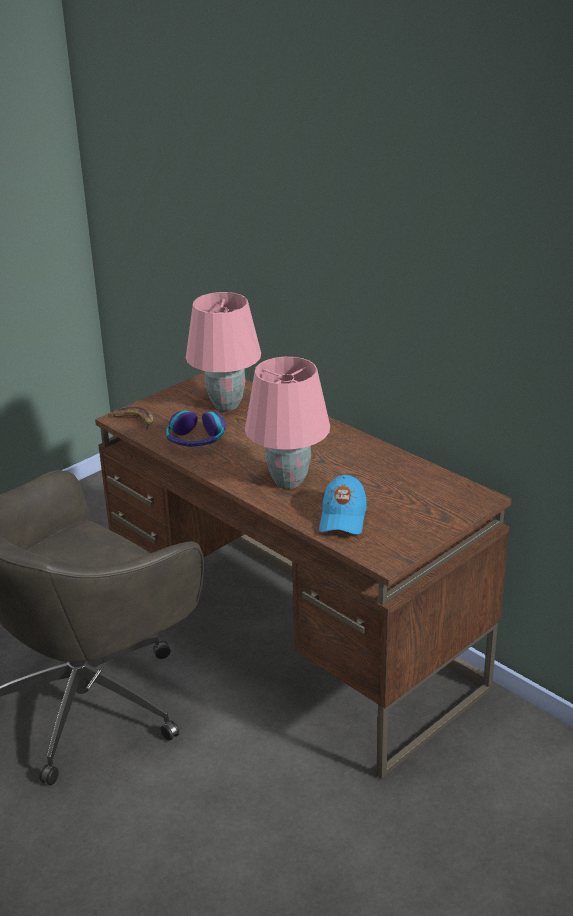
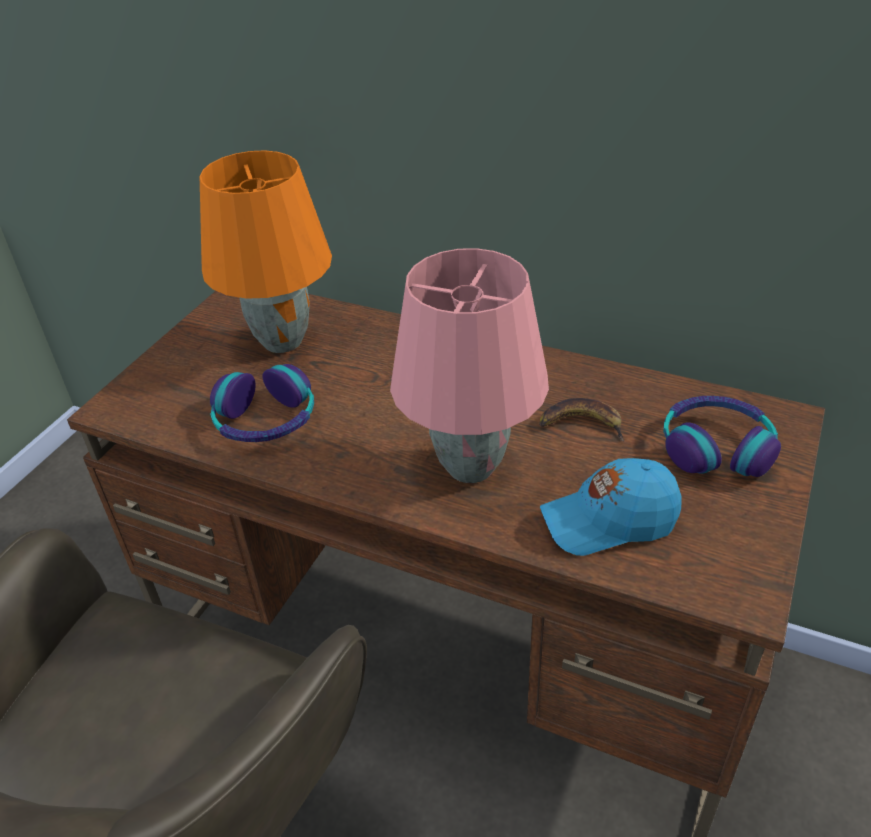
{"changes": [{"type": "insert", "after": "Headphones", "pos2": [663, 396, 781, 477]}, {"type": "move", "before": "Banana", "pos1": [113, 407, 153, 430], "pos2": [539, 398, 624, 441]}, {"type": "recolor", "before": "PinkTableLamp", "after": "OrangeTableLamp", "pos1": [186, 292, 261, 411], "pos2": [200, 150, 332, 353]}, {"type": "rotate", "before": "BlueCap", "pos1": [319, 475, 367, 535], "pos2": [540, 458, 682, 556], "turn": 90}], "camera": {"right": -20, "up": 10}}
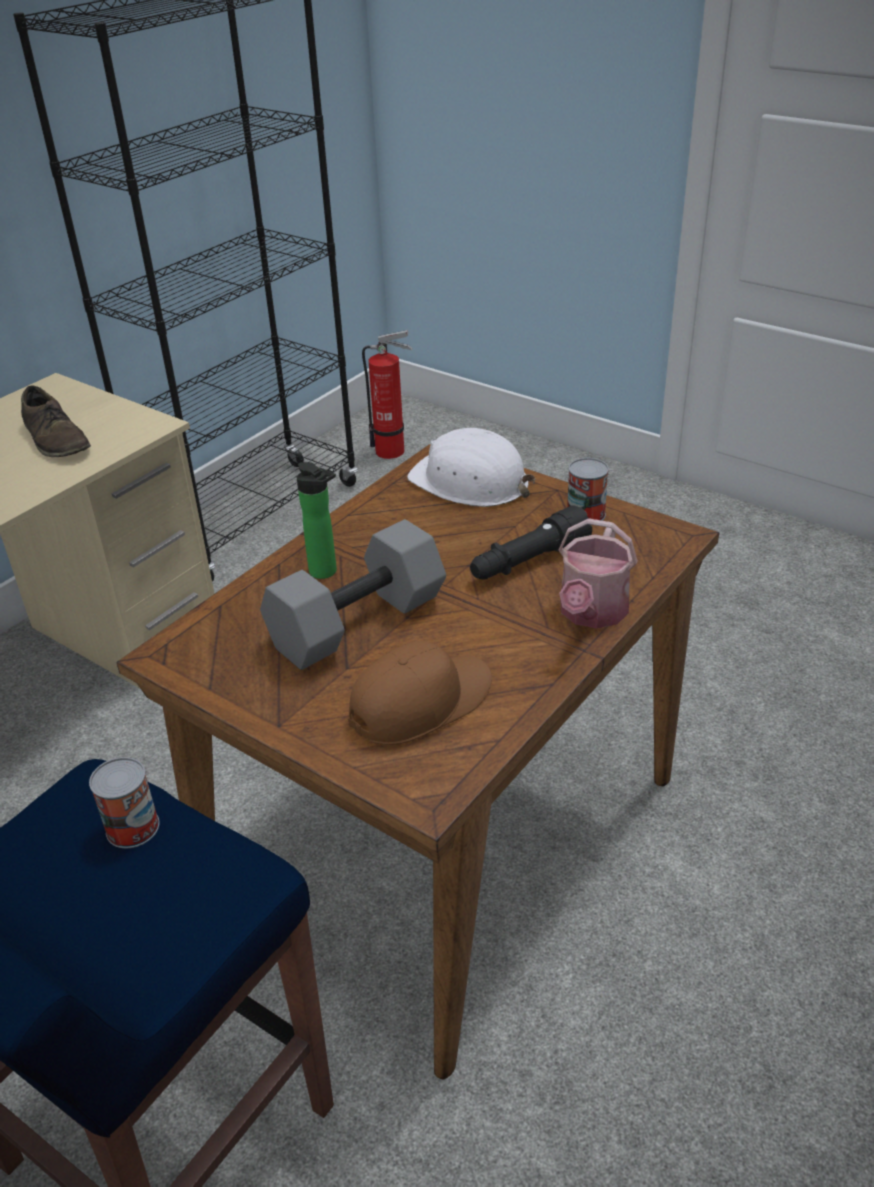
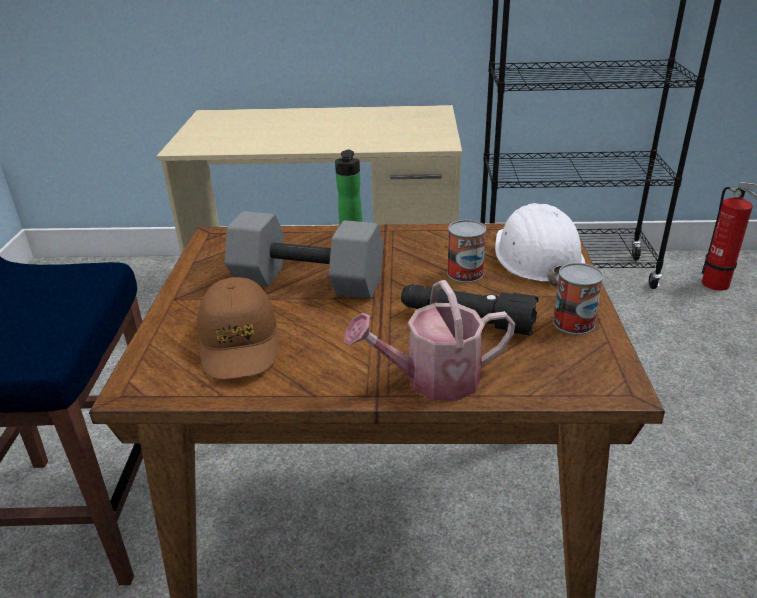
{"changes": [{"type": "delete", "before": "BrownShoe", "pos1": [21, 385, 91, 457]}, {"type": "move", "before": "Can", "pos1": [89, 757, 160, 848], "pos2": [447, 220, 486, 283]}, {"type": "rotate", "before": "BrownCap", "pos1": [348, 641, 492, 745], "pos2": [197, 277, 278, 380], "turn": 60}], "camera": {"right": 55, "up": -5}}
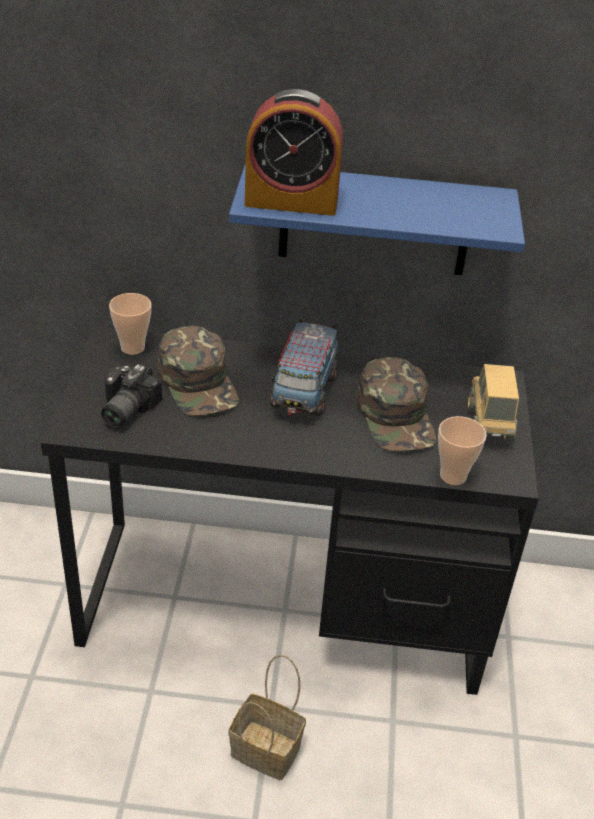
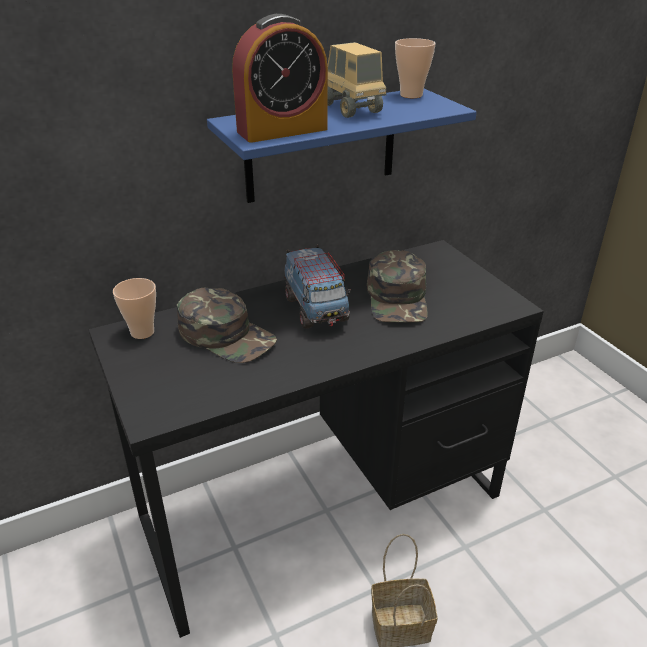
{"changes": [{"type": "delete", "before": "PhotoCamera", "pos1": [101, 364, 162, 428]}, {"type": "move", "before": "Cup", "pos1": [438, 416, 487, 485], "pos2": [395, 38, 436, 98]}, {"type": "move", "before": "ToyTruck", "pos1": [468, 364, 519, 444], "pos2": [327, 42, 387, 118]}, {"type": "rotate", "before": "GreenCap", "pos1": [357, 357, 436, 451], "pos2": [367, 250, 428, 322], "turn": 45}], "camera": {"right": -30, "up": -5}}
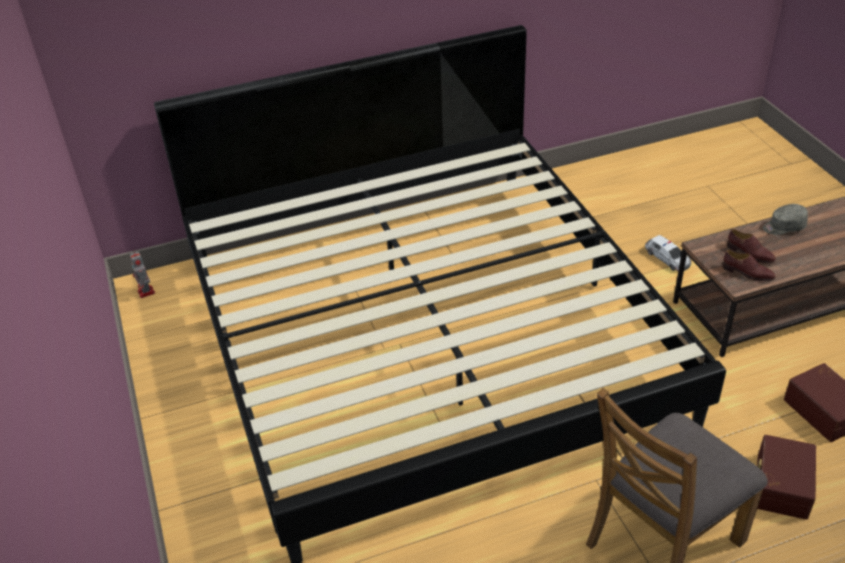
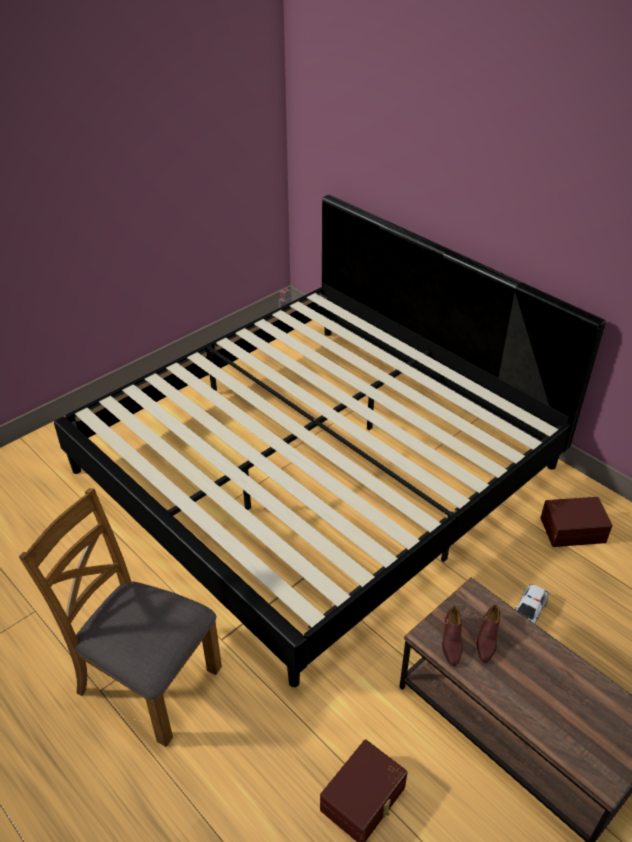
{"changes": [{"type": "delete", "before": "GreyCap", "pos1": [763, 204, 808, 235]}, {"type": "move", "before": "BrownStorageBox", "pos1": [757, 435, 816, 520], "pos2": [541, 496, 613, 547]}], "camera": {"right": 65, "up": 0}}
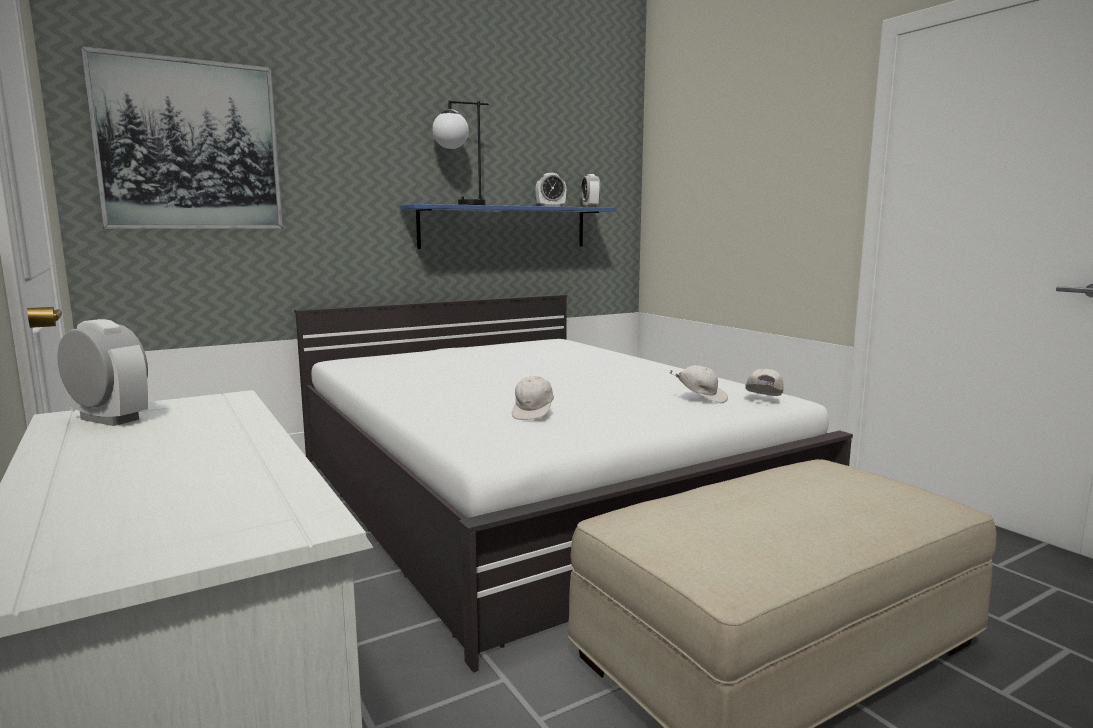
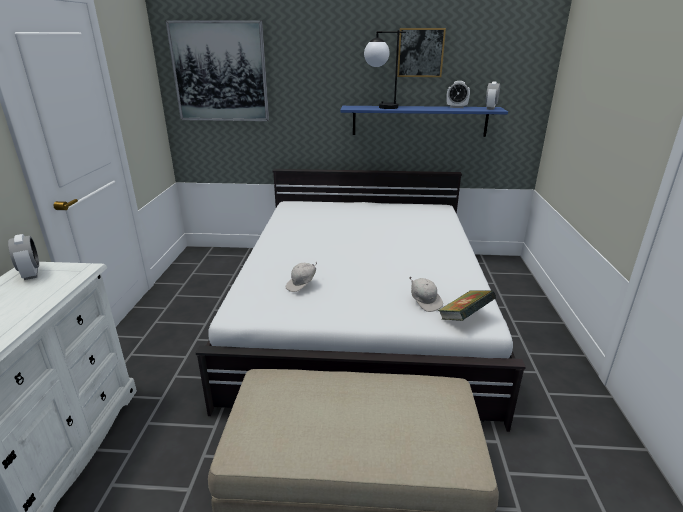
{"changes": [{"type": "insert", "after": "Picture", "pos2": [397, 28, 446, 77]}, {"type": "replace", "before": "WhiteCap", "after": "Book", "pos1": [745, 369, 784, 396], "pos2": [438, 291, 496, 321]}], "camera": {"right": 35, "up": 15}}
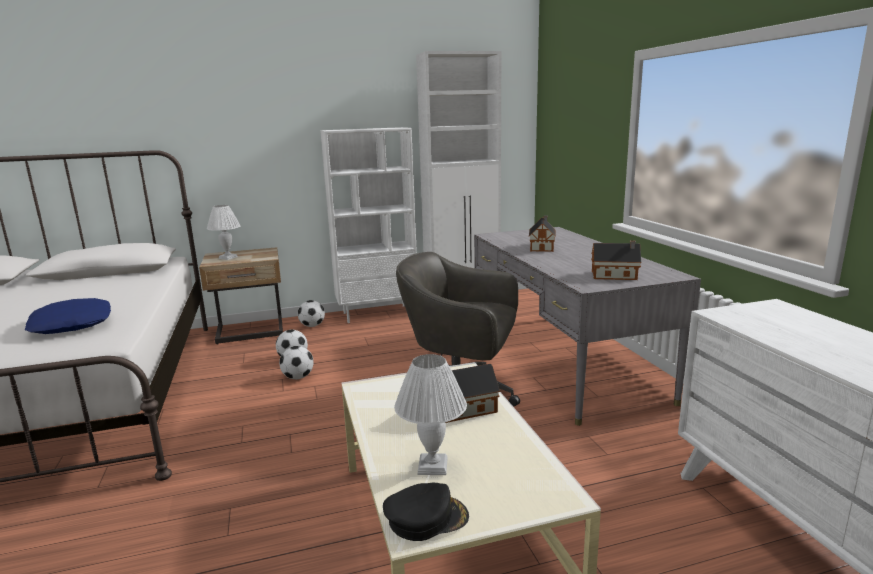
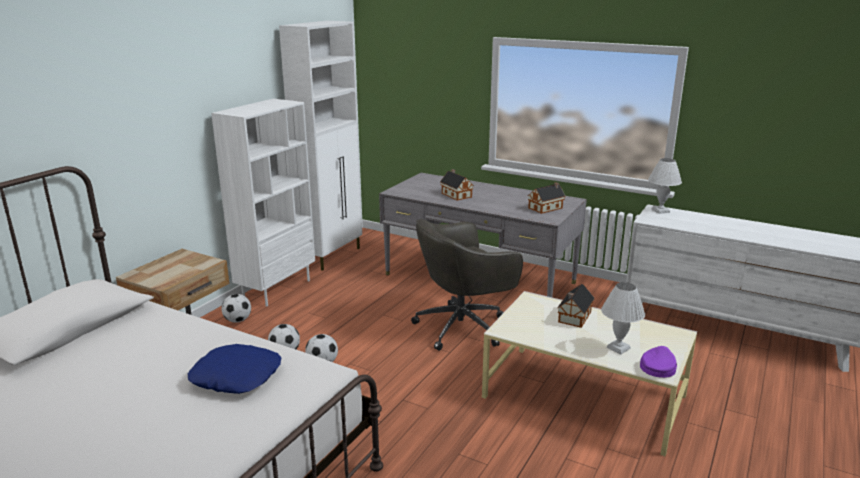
{"changes": [{"type": "move", "before": "WhiteTableLamp", "pos1": [207, 205, 241, 260], "pos2": [648, 158, 682, 214]}, {"type": "recolor", "before": "BlackCap", "after": "PurpleCap", "pos1": [383, 483, 469, 541], "pos2": [640, 346, 677, 378]}], "camera": {"right": -45, "up": 5}}
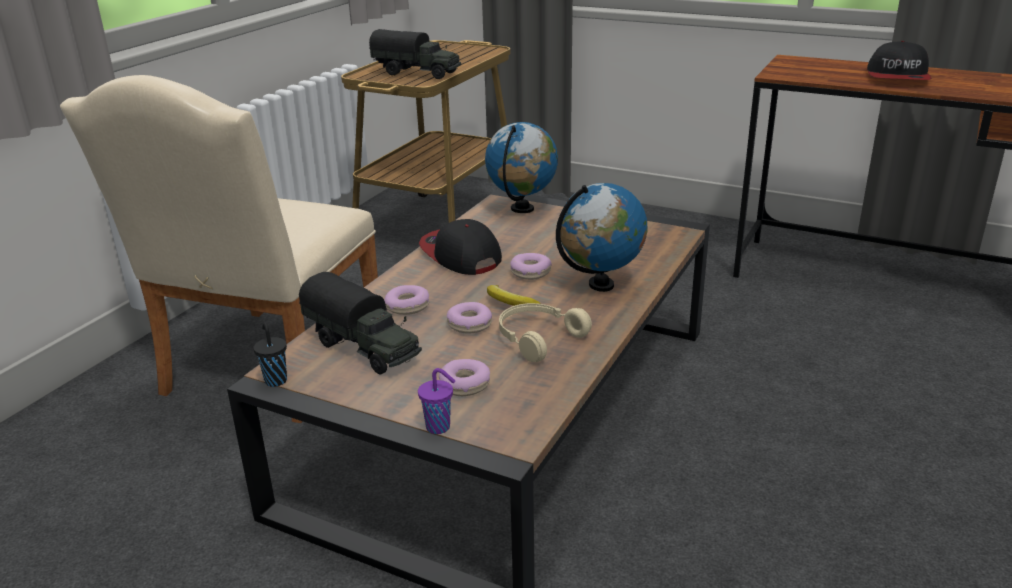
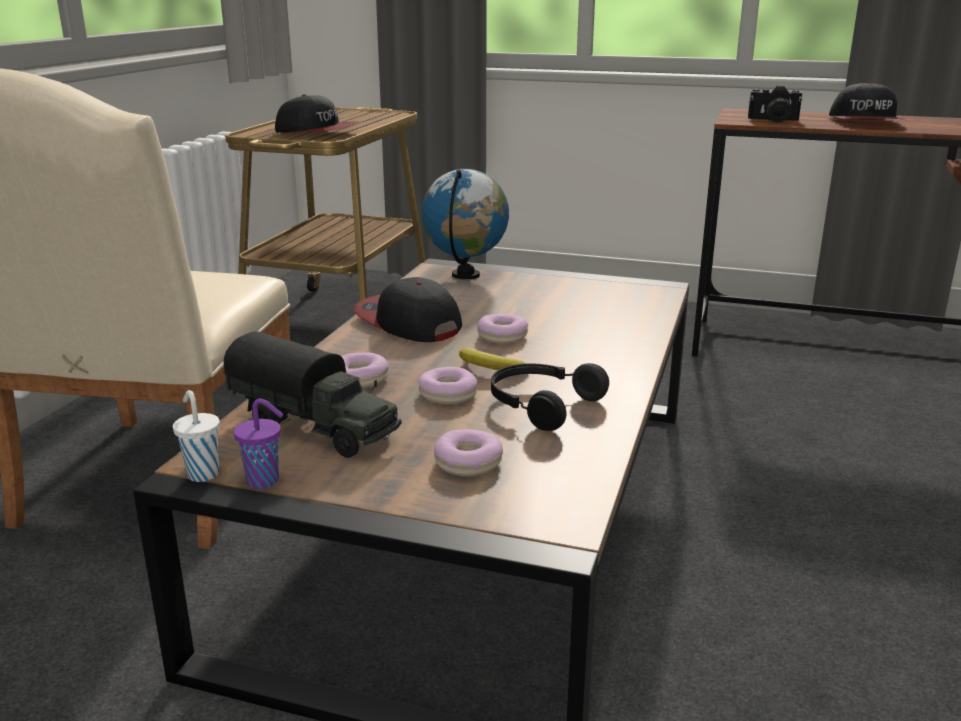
{"changes": [{"type": "delete", "before": "Globe", "pos1": [556, 183, 647, 292]}, {"type": "insert", "after": "PhotoCamera", "pos2": [748, 85, 802, 123]}, {"type": "move", "before": "PurpleCup", "pos1": [418, 368, 455, 434], "pos2": [234, 399, 283, 489]}, {"type": "replace", "before": "ToyTruck", "after": "Cap", "pos1": [369, 29, 461, 79], "pos2": [275, 94, 361, 133]}, {"type": "recolor", "before": "BlackCup", "after": "WhiteCup", "pos1": [253, 322, 287, 387], "pos2": [173, 390, 220, 482]}, {"type": "recolor", "before": "BeigeHeadphones", "after": "BlackHeadphones", "pos1": [499, 303, 592, 362], "pos2": [491, 363, 609, 431]}], "camera": {"right": -10, "up": -5}}
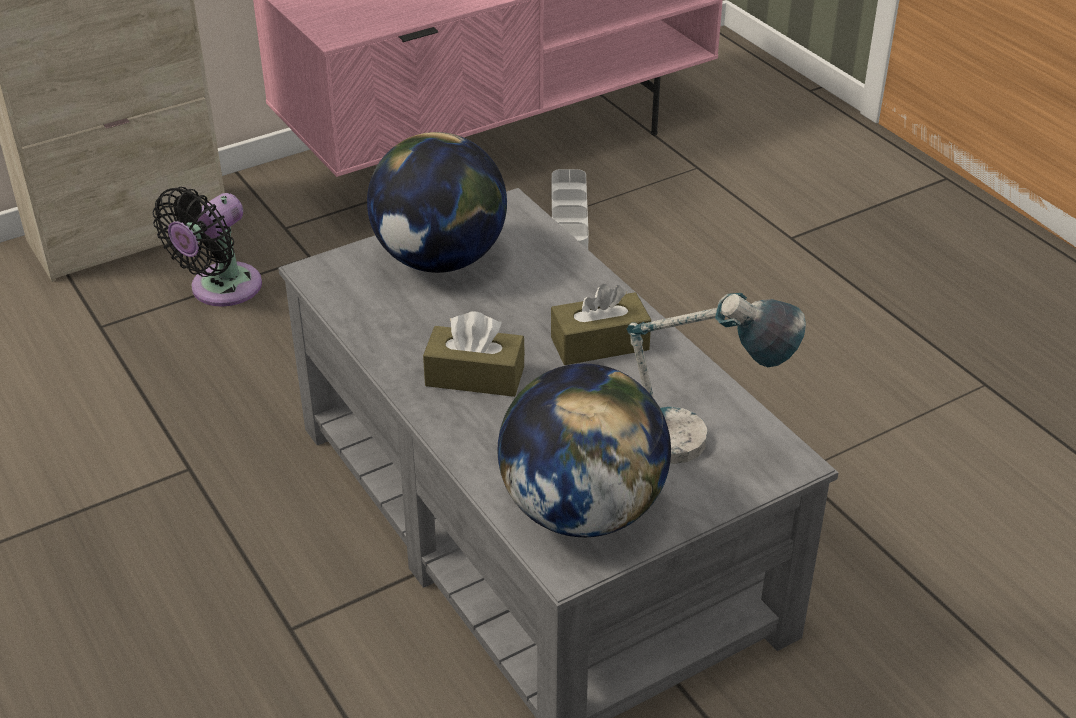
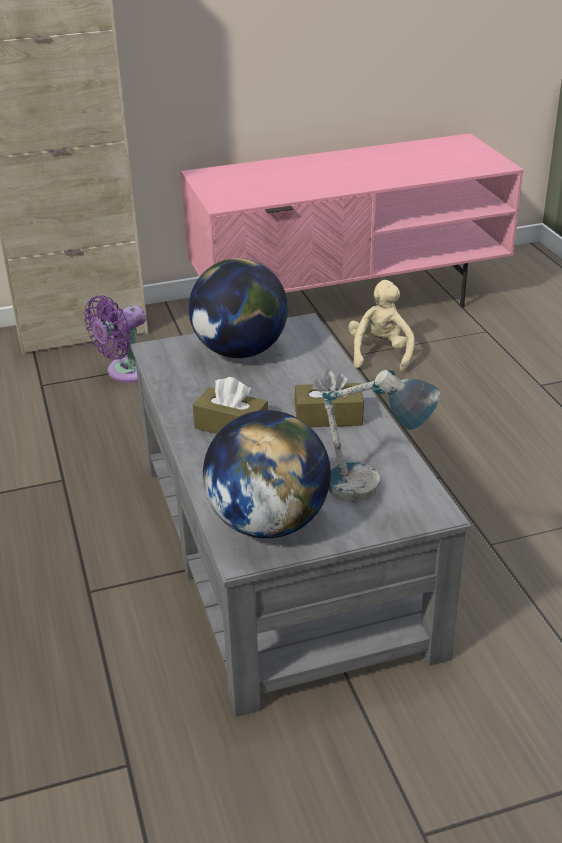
{"changes": [{"type": "replace", "before": "GreyTray", "after": "BeigePlushToy", "pos1": [552, 169, 589, 249], "pos2": [348, 280, 415, 372]}, {"type": "recolor", "before": "BlackFan", "after": "PurpleFan", "pos1": [153, 187, 262, 307], "pos2": [84, 295, 146, 383]}], "camera": {"right": 15, "up": -5}}
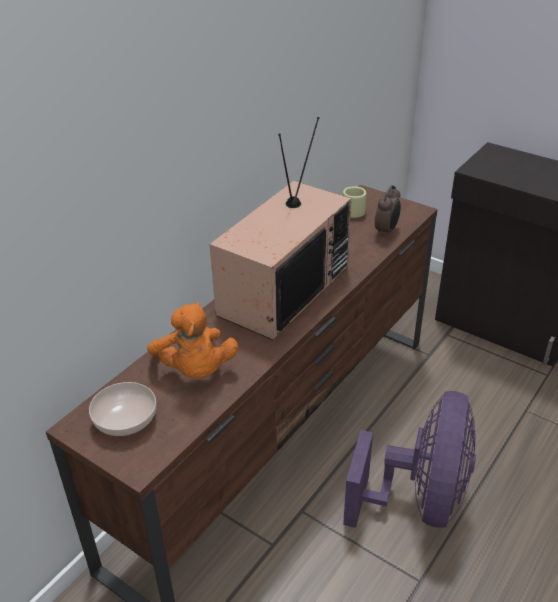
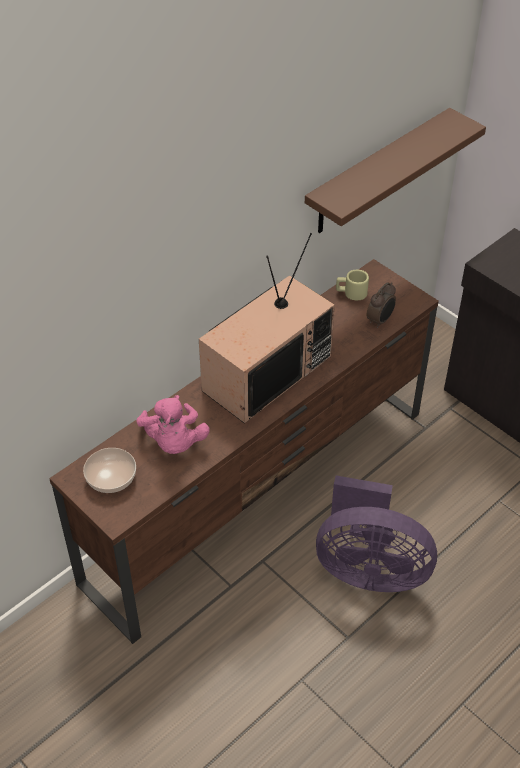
{"changes": [{"type": "insert", "after": "BrownShelf", "pos2": [305, 108, 486, 233]}, {"type": "recolor", "before": "OrangePlushToy", "after": "PinkPlushToy", "pos1": [147, 302, 238, 379], "pos2": [136, 395, 210, 454]}, {"type": "rotate", "before": "PurpleFan", "pos1": [343, 391, 476, 528], "pos2": [316, 475, 437, 592], "turn": 75}], "camera": {"right": 10, "up": 10}}
